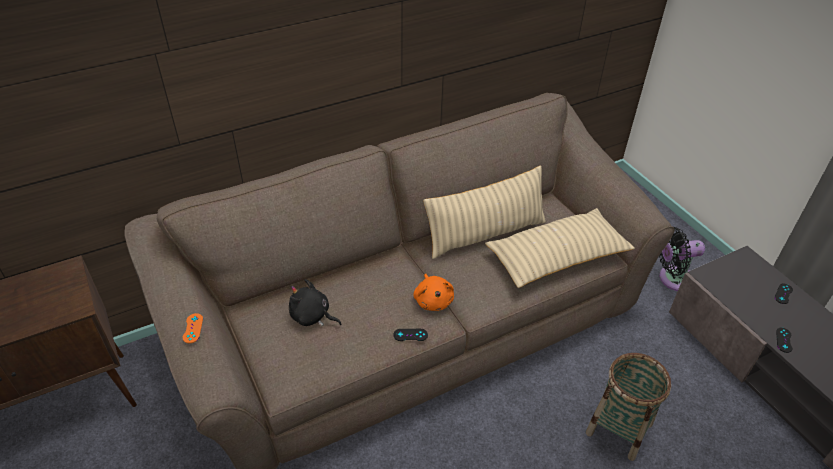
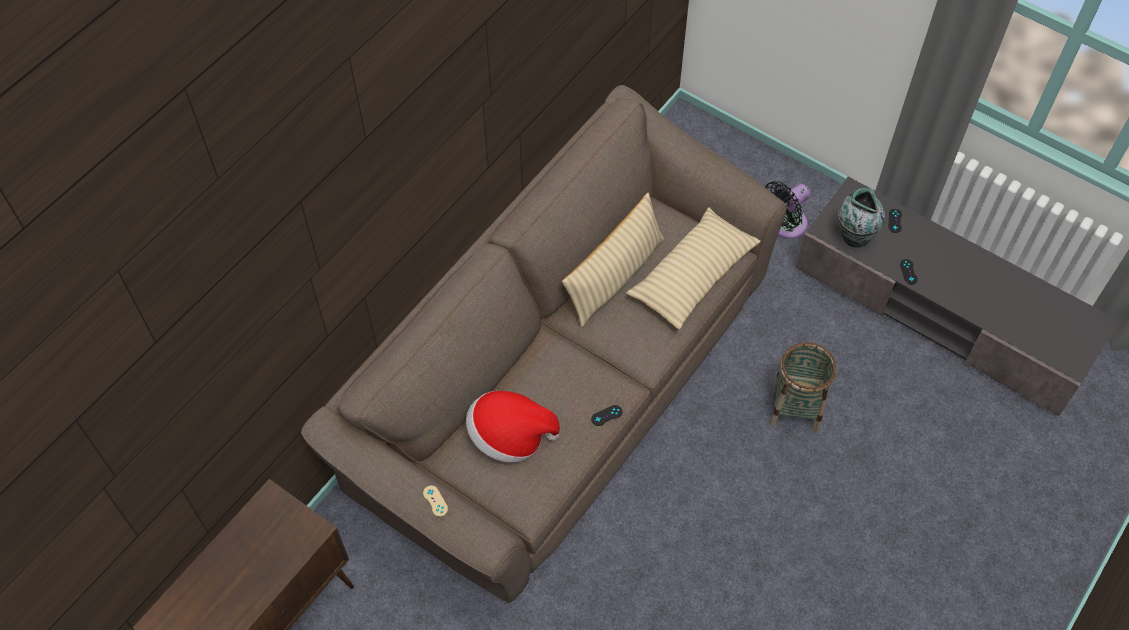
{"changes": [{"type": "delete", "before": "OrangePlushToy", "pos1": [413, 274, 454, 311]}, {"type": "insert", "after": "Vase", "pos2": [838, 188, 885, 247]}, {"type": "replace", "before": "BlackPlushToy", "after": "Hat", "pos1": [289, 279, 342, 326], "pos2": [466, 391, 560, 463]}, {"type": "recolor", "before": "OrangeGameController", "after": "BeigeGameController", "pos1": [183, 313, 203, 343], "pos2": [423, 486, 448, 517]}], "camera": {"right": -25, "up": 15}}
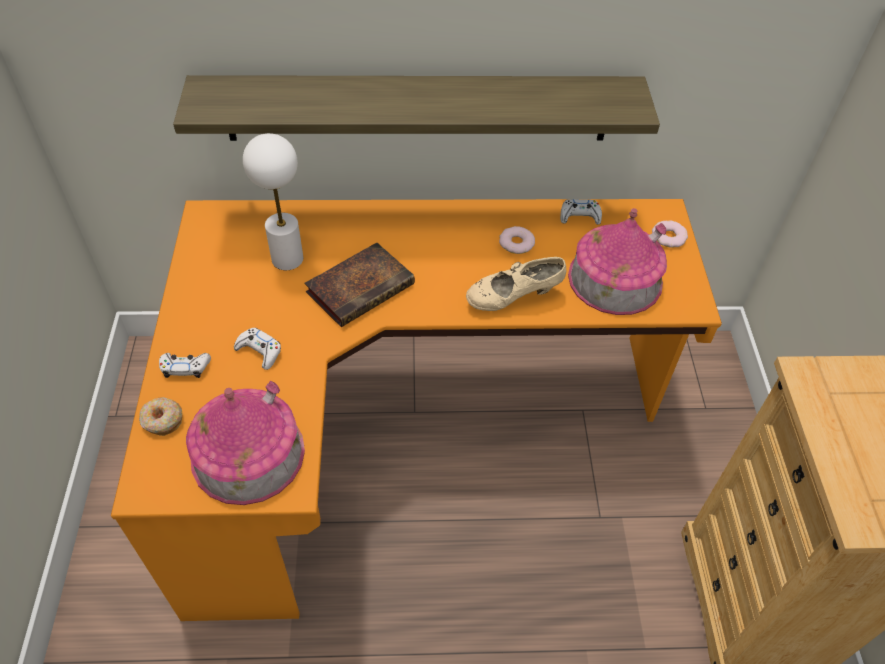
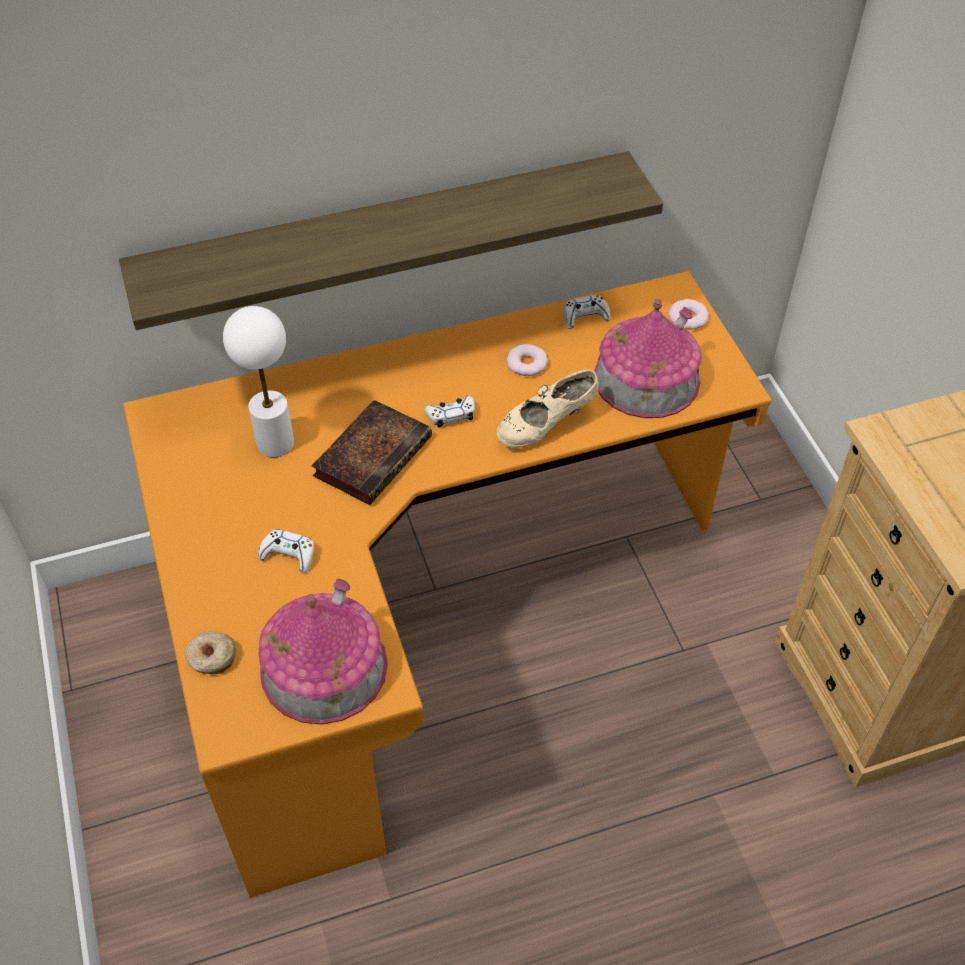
{"changes": [{"type": "move", "before": "WhiteGameController", "pos1": [159, 353, 211, 378], "pos2": [424, 396, 475, 428]}], "camera": {"right": -15, "up": 0}}
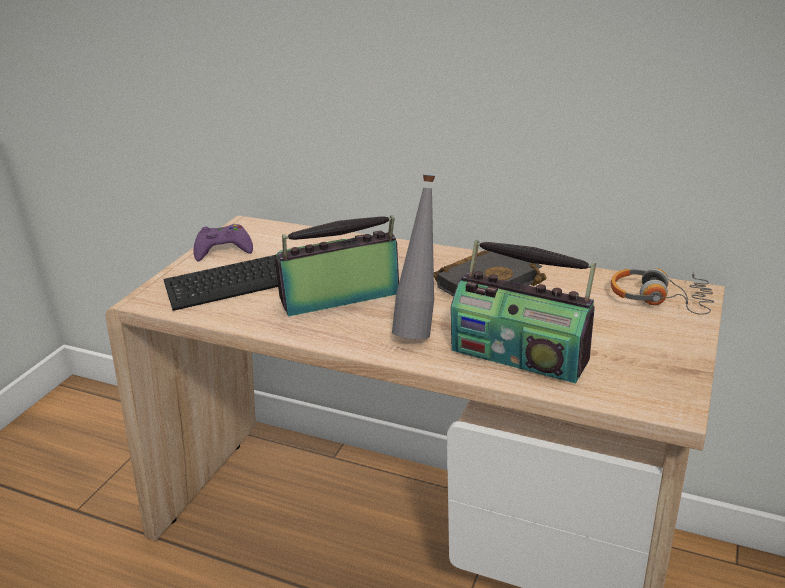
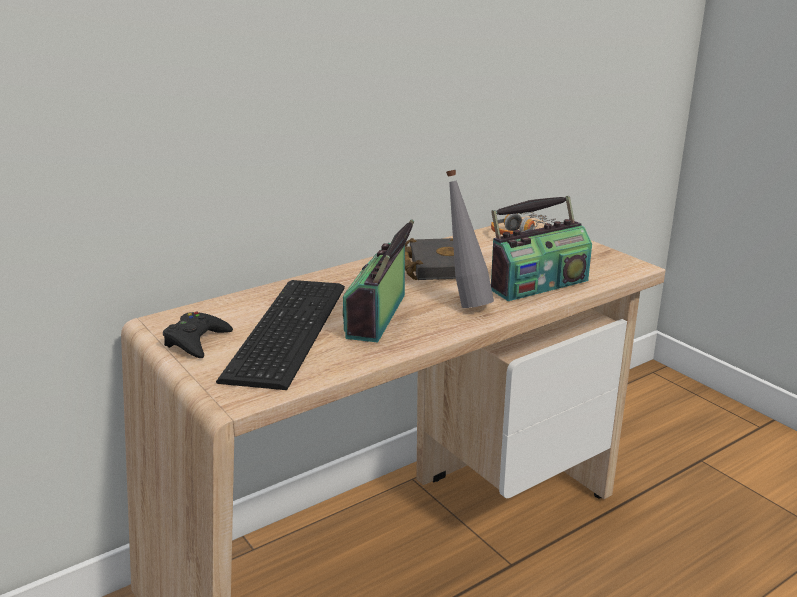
{"changes": [{"type": "recolor", "before": "PurpleGameController", "after": "BlackGameController", "pos1": [193, 224, 253, 261], "pos2": [163, 312, 233, 358]}], "camera": {"right": -60, "up": -5}}
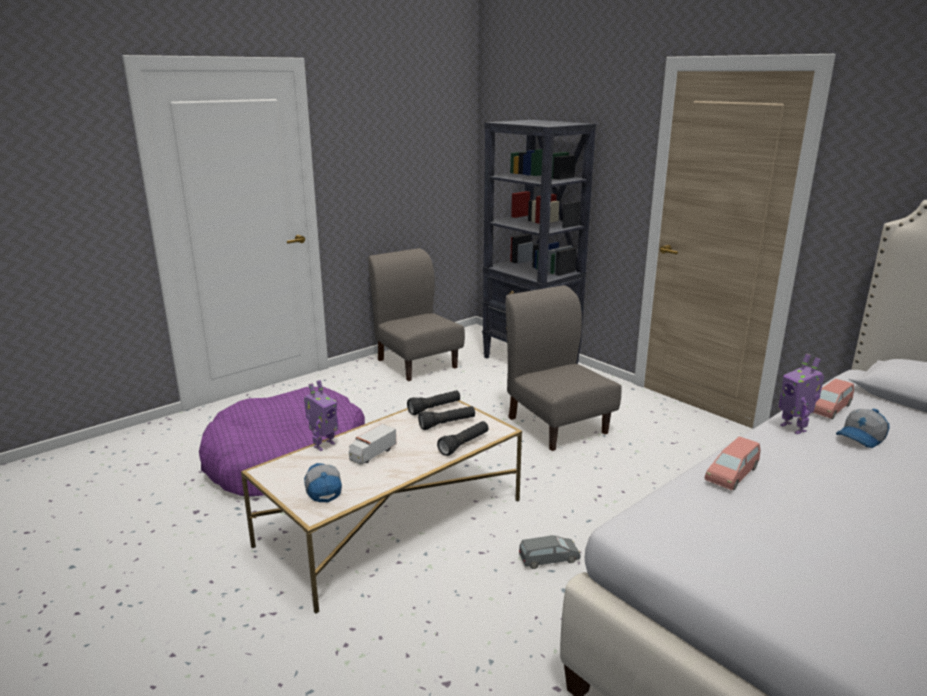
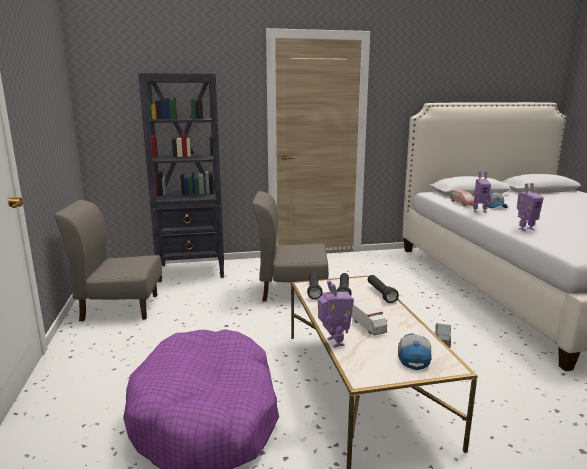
{"changes": [{"type": "replace", "before": "PinkToyCar", "after": "ToyRobot", "pos1": [704, 436, 761, 490], "pos2": [517, 183, 544, 231]}, {"type": "rotate", "before": "Cap", "pos1": [304, 463, 342, 502], "pos2": [398, 333, 431, 370], "turn": 90}], "camera": {"right": -60, "up": -5}}
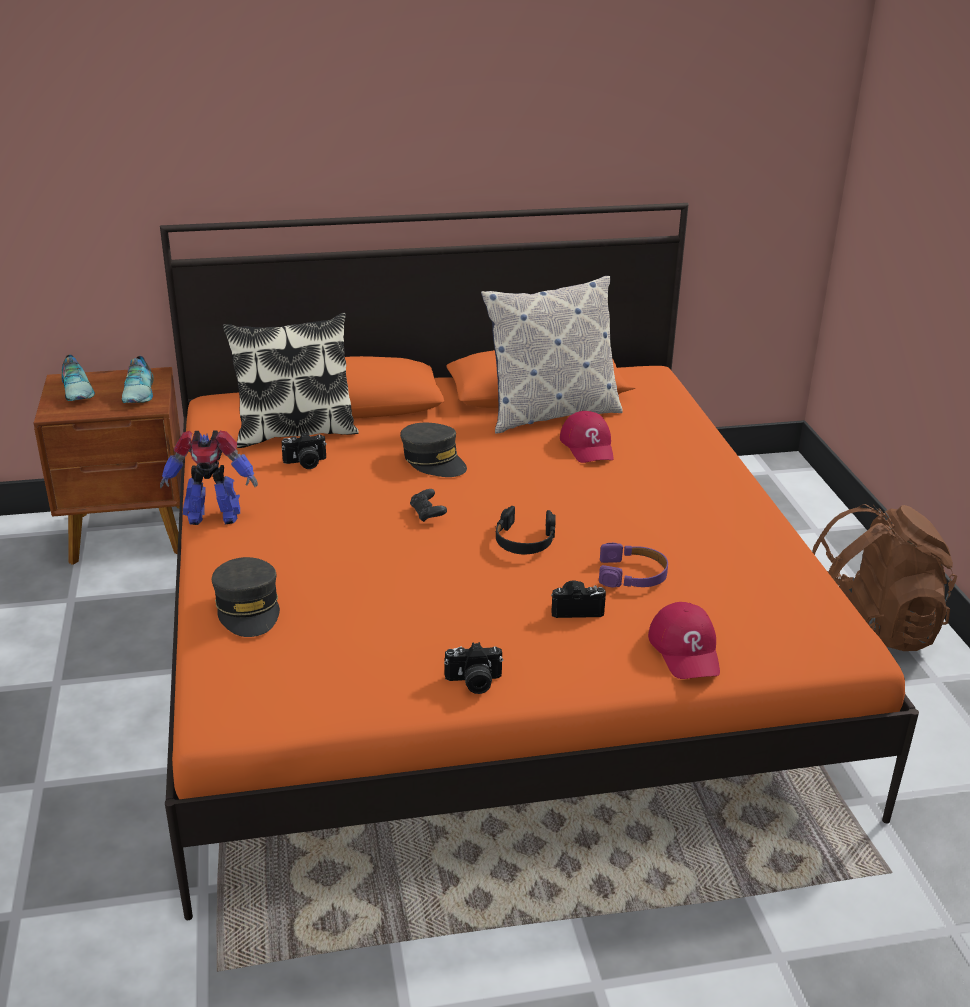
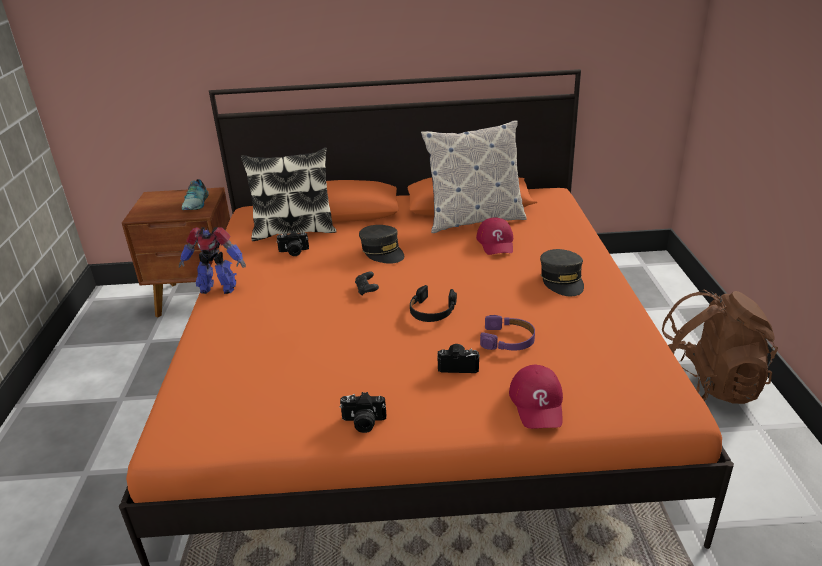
{"changes": [{"type": "delete", "before": "Shoe", "pos1": [61, 355, 95, 401]}, {"type": "move", "before": "GreyCap", "pos1": [211, 557, 280, 637], "pos2": [540, 249, 584, 296]}], "camera": {"right": 10, "up": 0}}
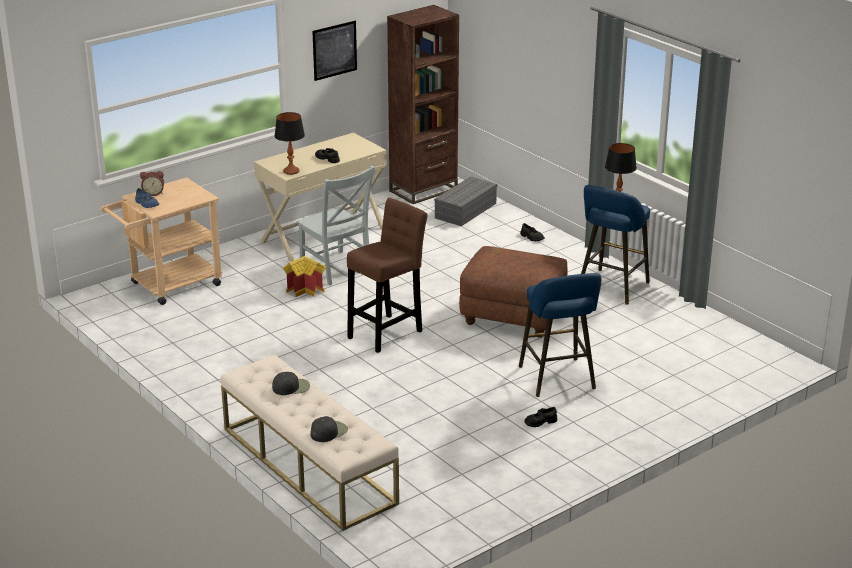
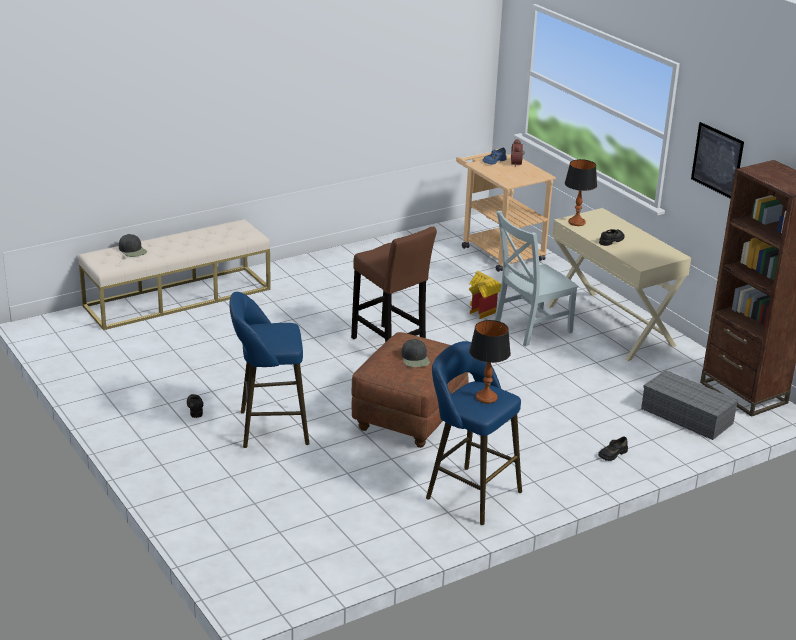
{"changes": [{"type": "move", "before": "BlackCap", "pos1": [272, 372, 310, 395], "pos2": [401, 339, 430, 367]}], "camera": {"right": 95, "up": 0}}
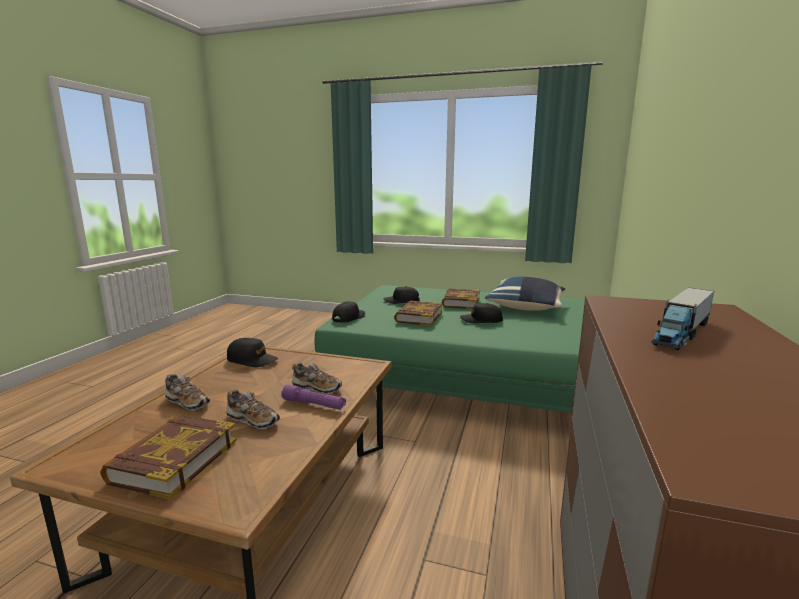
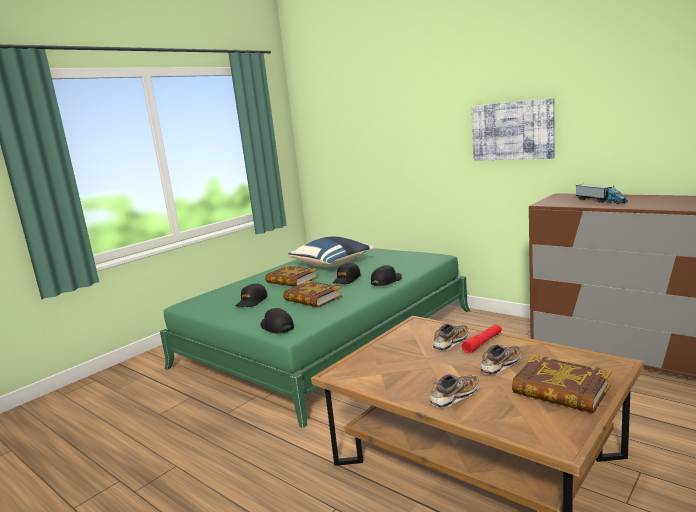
{"changes": [{"type": "insert", "after": "Picture", "pos2": [471, 98, 554, 161]}, {"type": "move", "before": "BlackCap", "pos1": [227, 338, 278, 367], "pos2": [371, 265, 402, 286]}, {"type": "recolor", "before": "PurpleFlashlight", "after": "RedFlashlight", "pos1": [281, 384, 346, 410], "pos2": [462, 325, 502, 354]}], "camera": {"right": -65, "up": 0}}
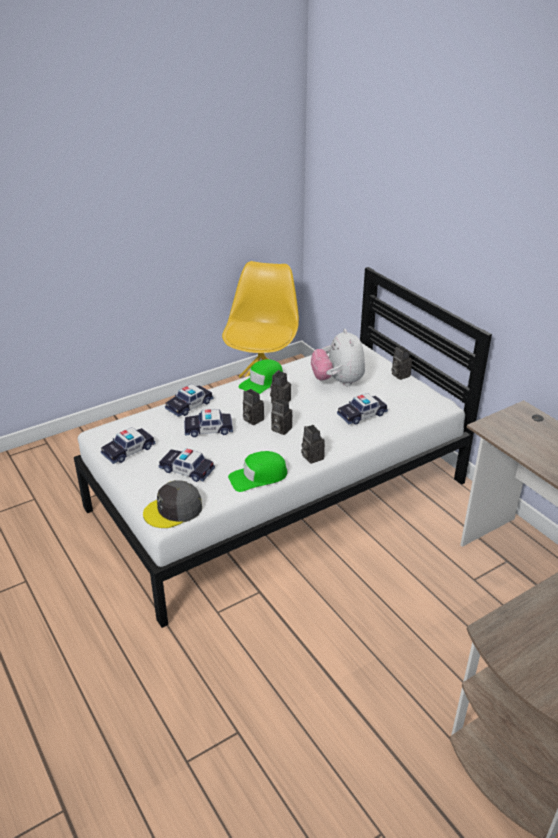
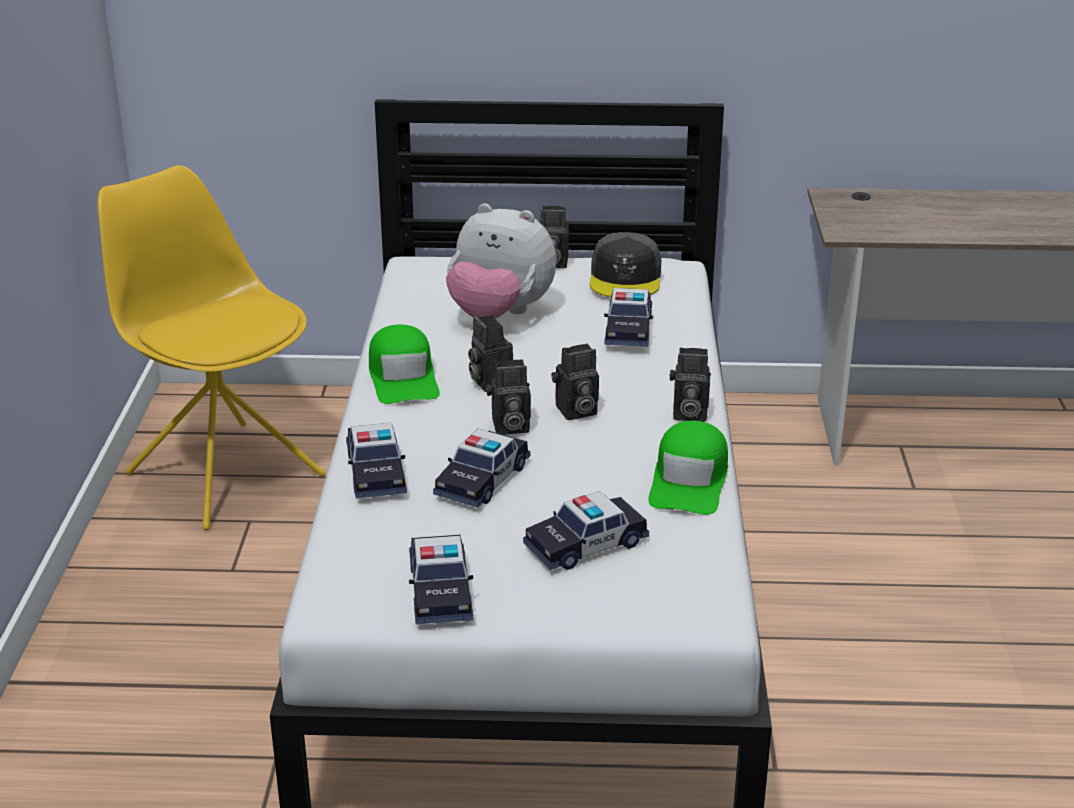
{"changes": [{"type": "move", "before": "GreyCap", "pos1": [143, 480, 202, 528], "pos2": [590, 232, 661, 297]}], "camera": {"right": -55, "up": -5}}
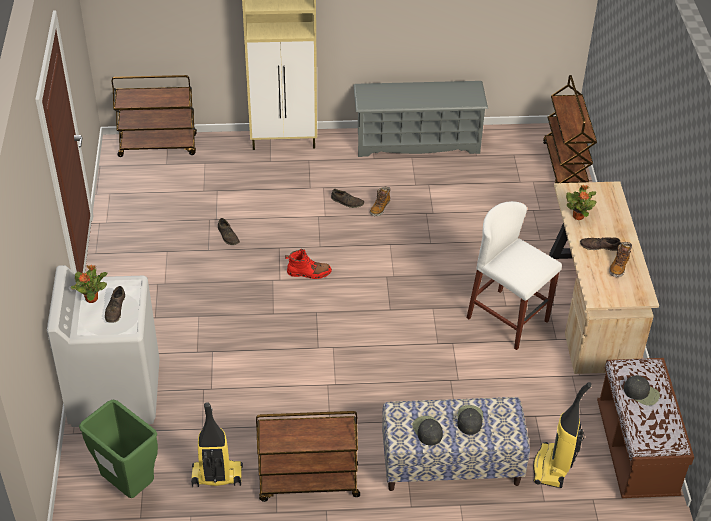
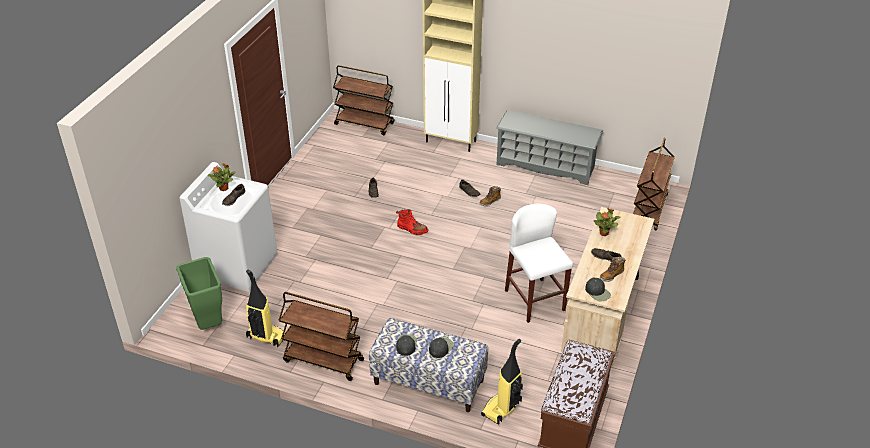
{"changes": [{"type": "move", "before": "BlackCap", "pos1": [624, 375, 660, 406], "pos2": [585, 277, 611, 301]}], "camera": {"right": 25, "up": -5}}
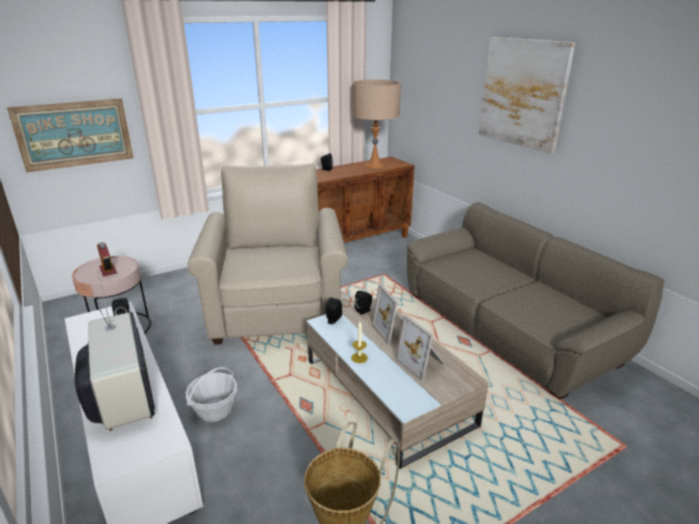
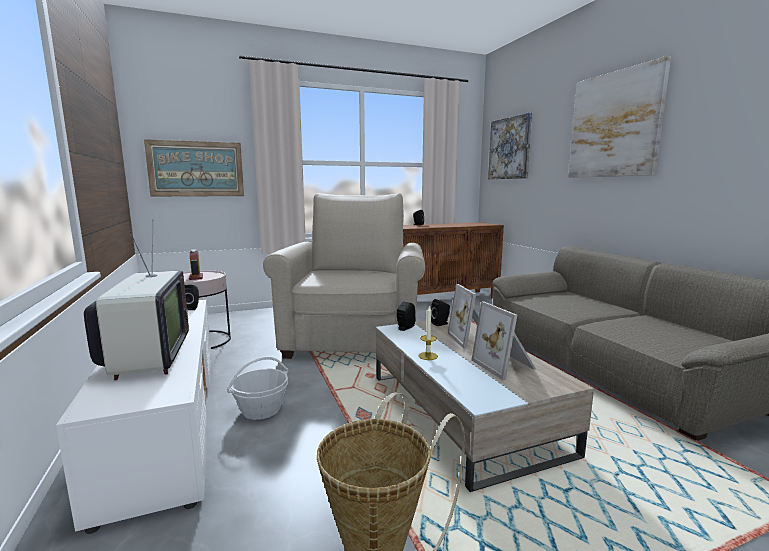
{"changes": [{"type": "delete", "before": "BeigeTableLamp", "pos1": [352, 80, 401, 168]}, {"type": "insert", "after": "Picture", "pos2": [488, 112, 532, 179]}], "camera": {"right": 10, "up": -15}}
